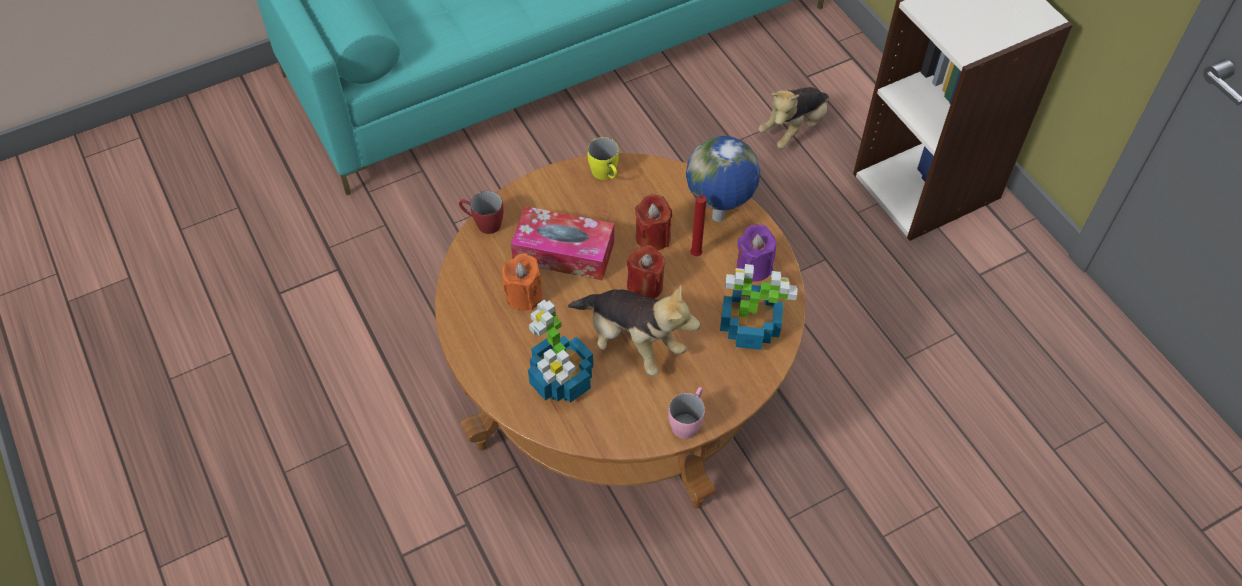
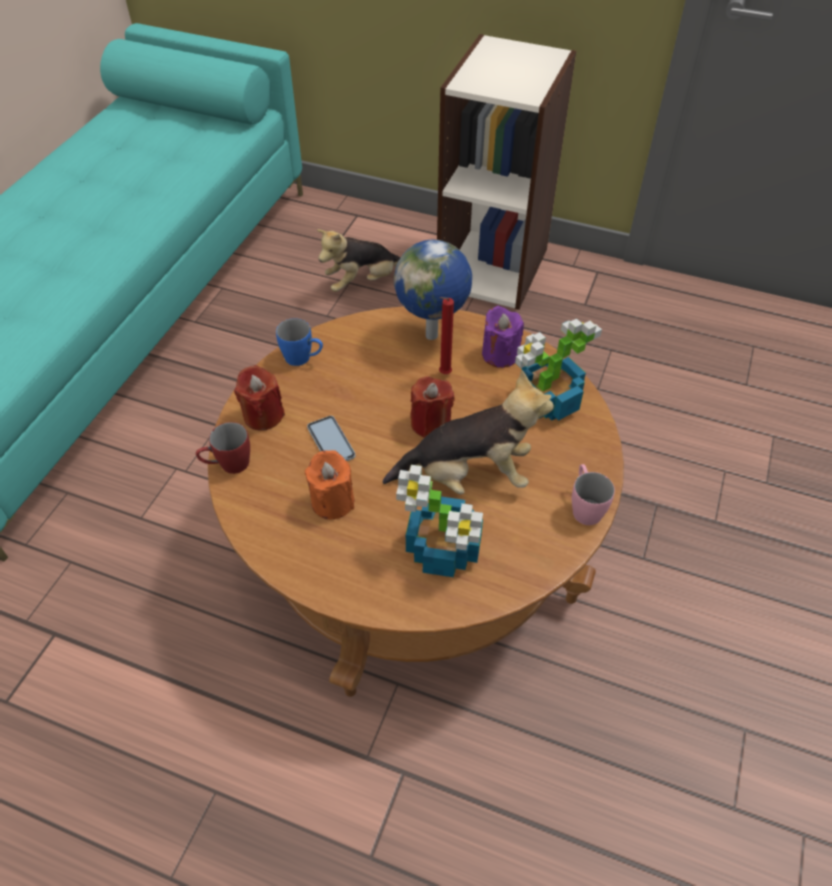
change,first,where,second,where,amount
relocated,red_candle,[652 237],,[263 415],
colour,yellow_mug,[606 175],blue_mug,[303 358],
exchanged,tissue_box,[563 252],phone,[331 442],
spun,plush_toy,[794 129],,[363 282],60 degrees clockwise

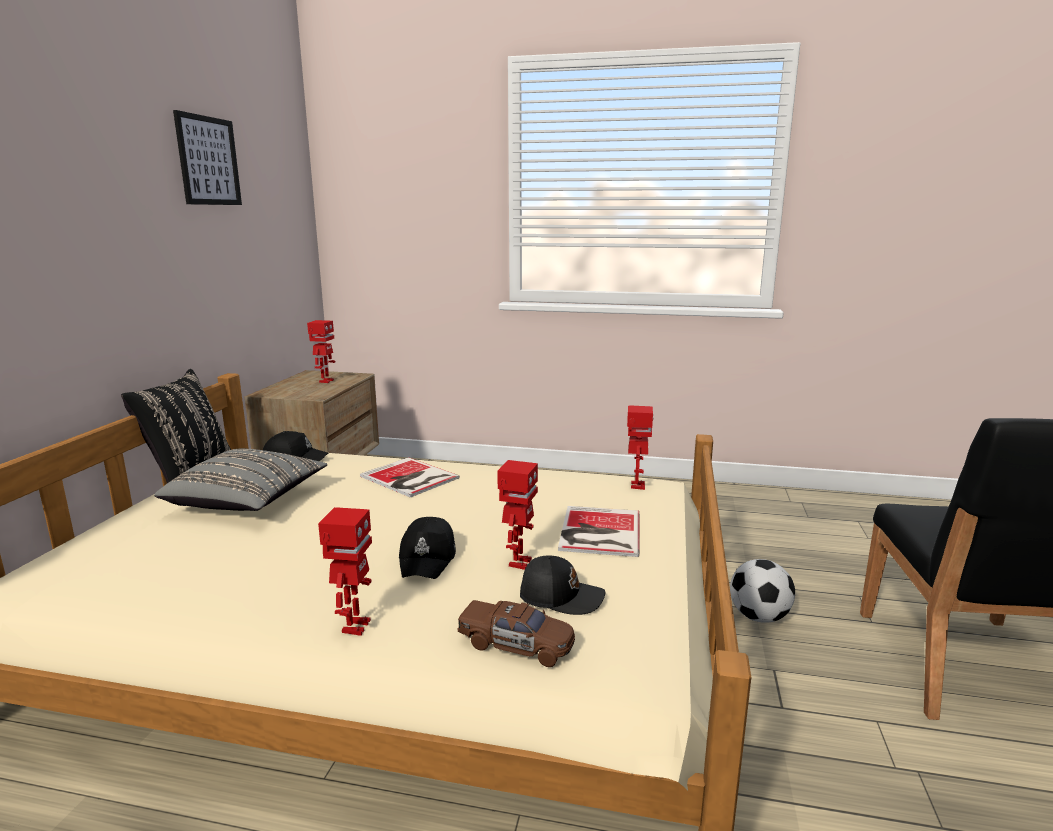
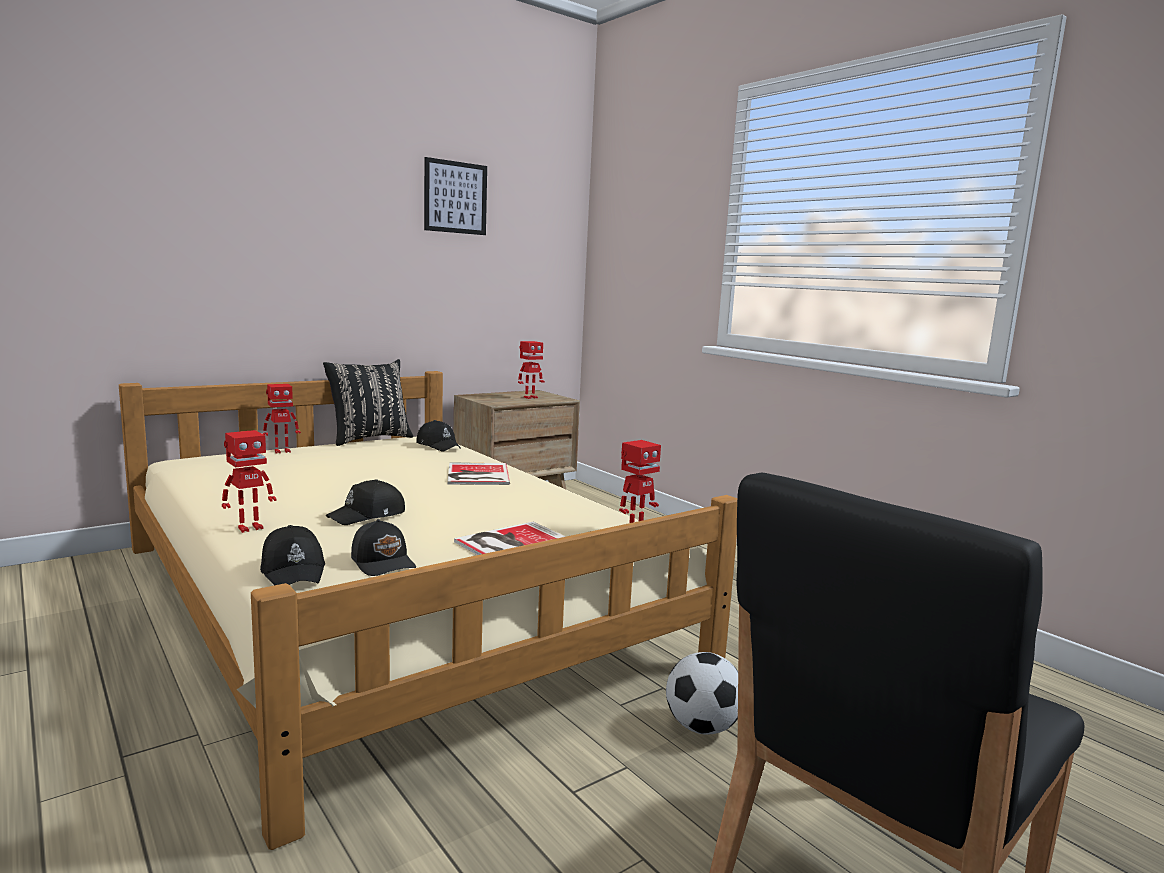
change,first,where,second,where,amount
exchanged,brown_toy_car,[516 645],black_cap,[294 570],
relocated,toy_robot,[518 563],,[282 451],
missing,grey_pillow,[248 501],,,

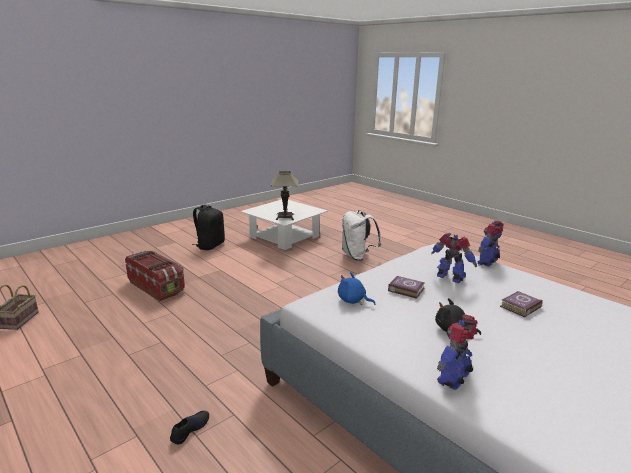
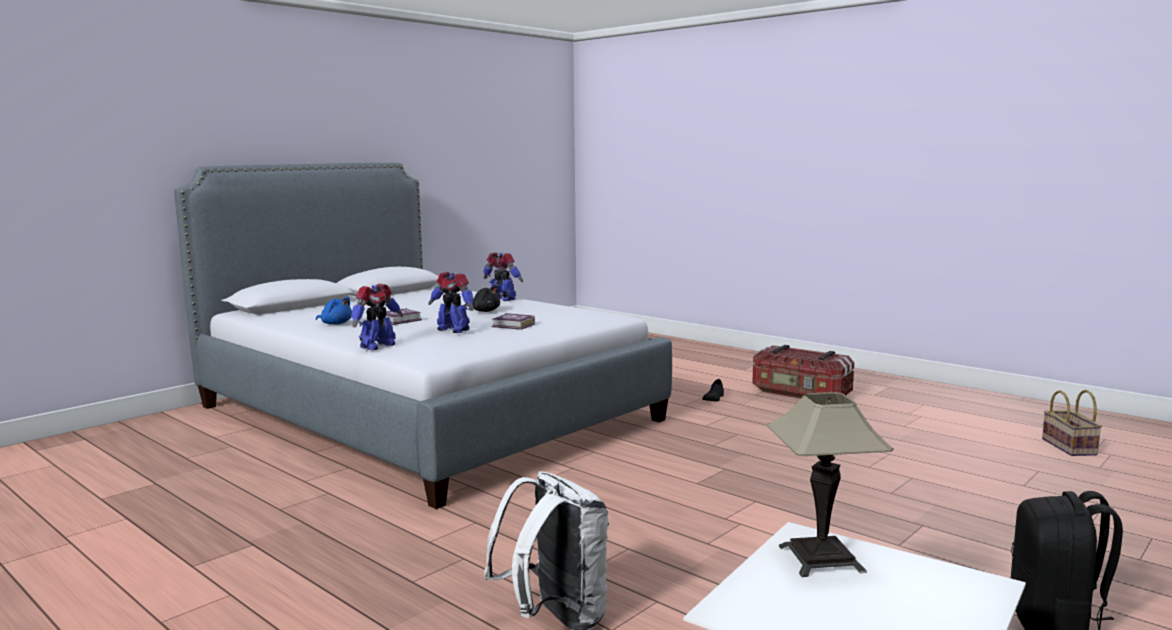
change,first,where,second,where,amount
relocated,blue_plush_toy,[353 301],,[335 324],
spun,toy_robot,[454 378],,[502 299],90 degrees counterclockwise
relocated,storage_box,[156 287],,[800 394],

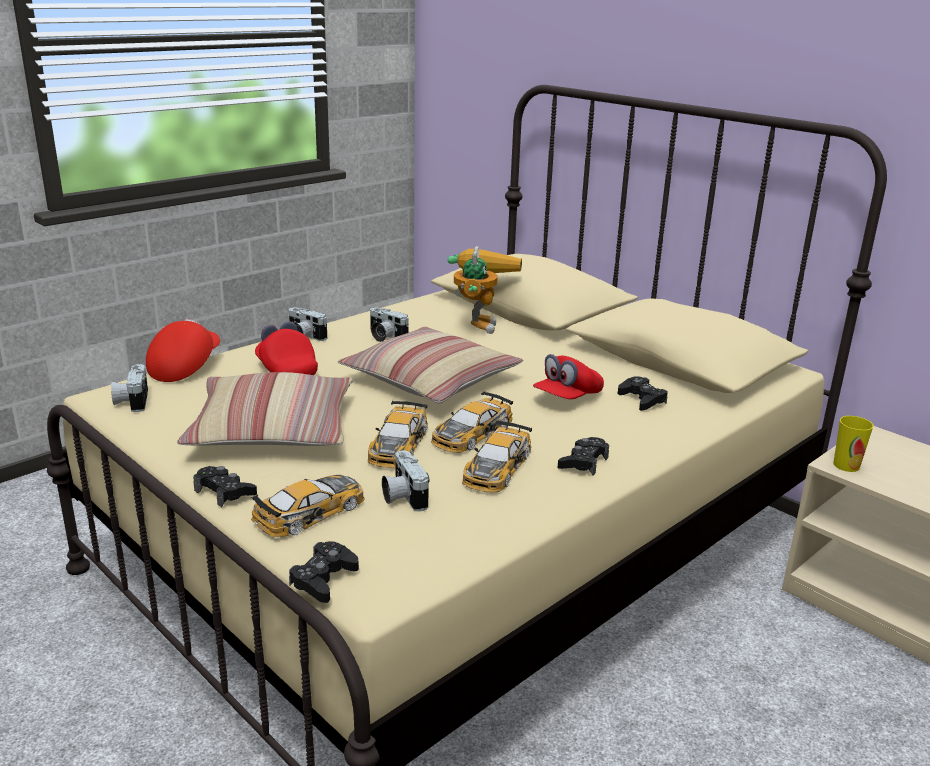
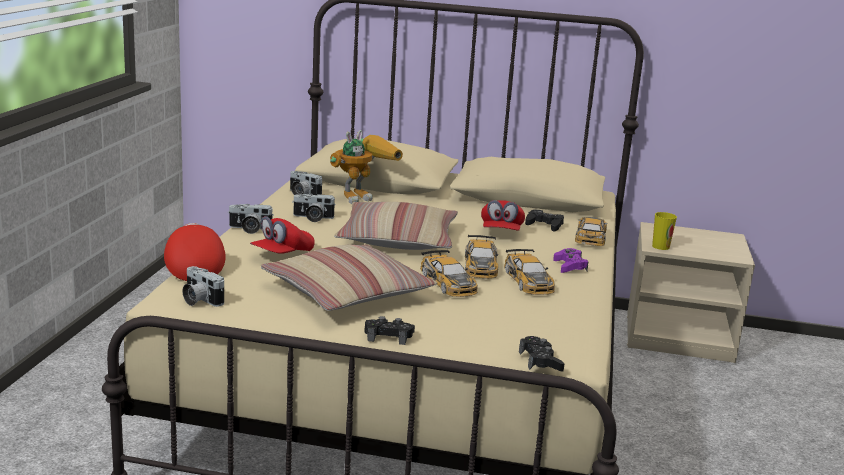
change,first,where,second,where,amount
spun,red_cap,[286 371],,[282 254],75 degrees counterclockwise
relocated,photo_camera,[402 496],,[302 194],
spun,toy_robot,[478 322],,[362 196],75 degrees clockwise
colour,black_game_controller,[583 462],purple_game_controller,[570 266],
relocated,toy_car,[311 512],,[590 236],

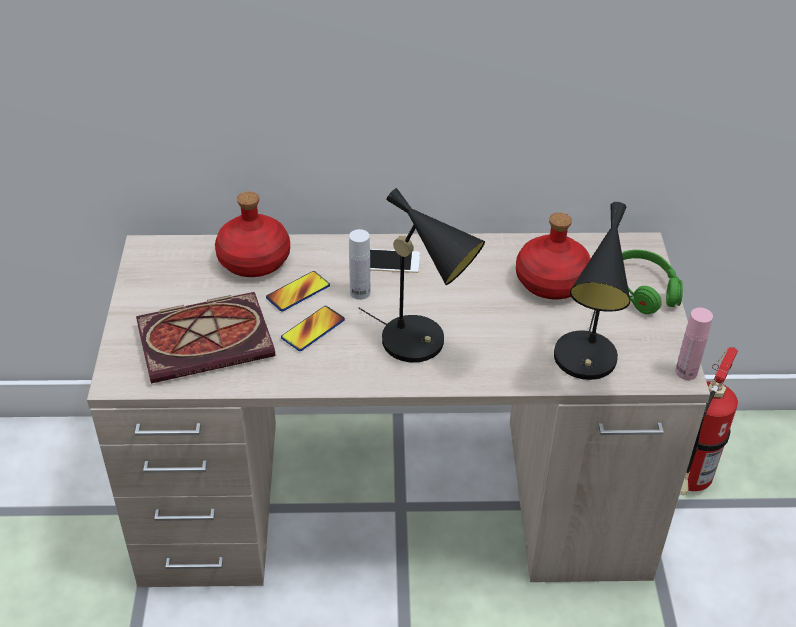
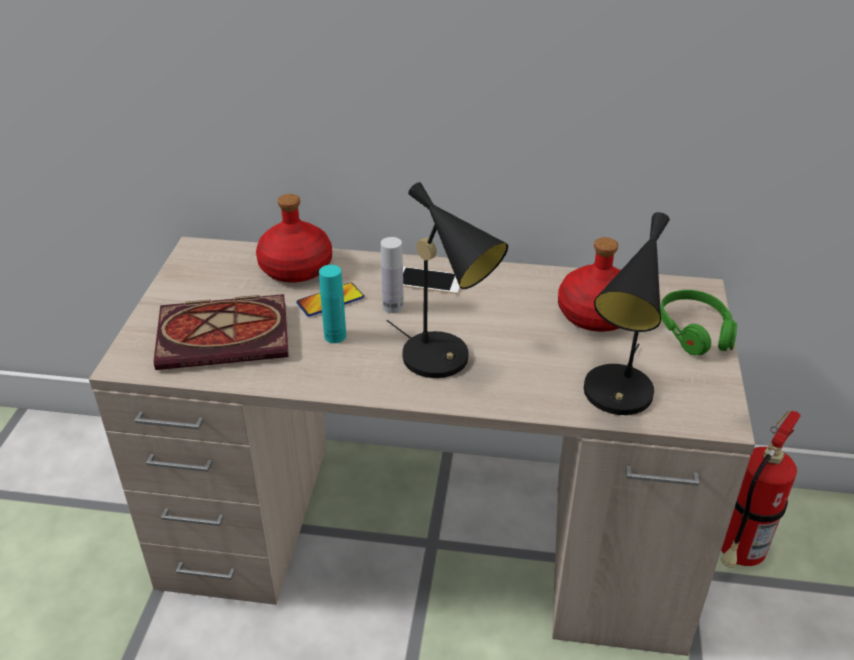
change,first,where,second,where,amount
exchanged,phone,[313 329],turquoise_bottle,[335 336],
missing,pink_bottle,[686 372],,,

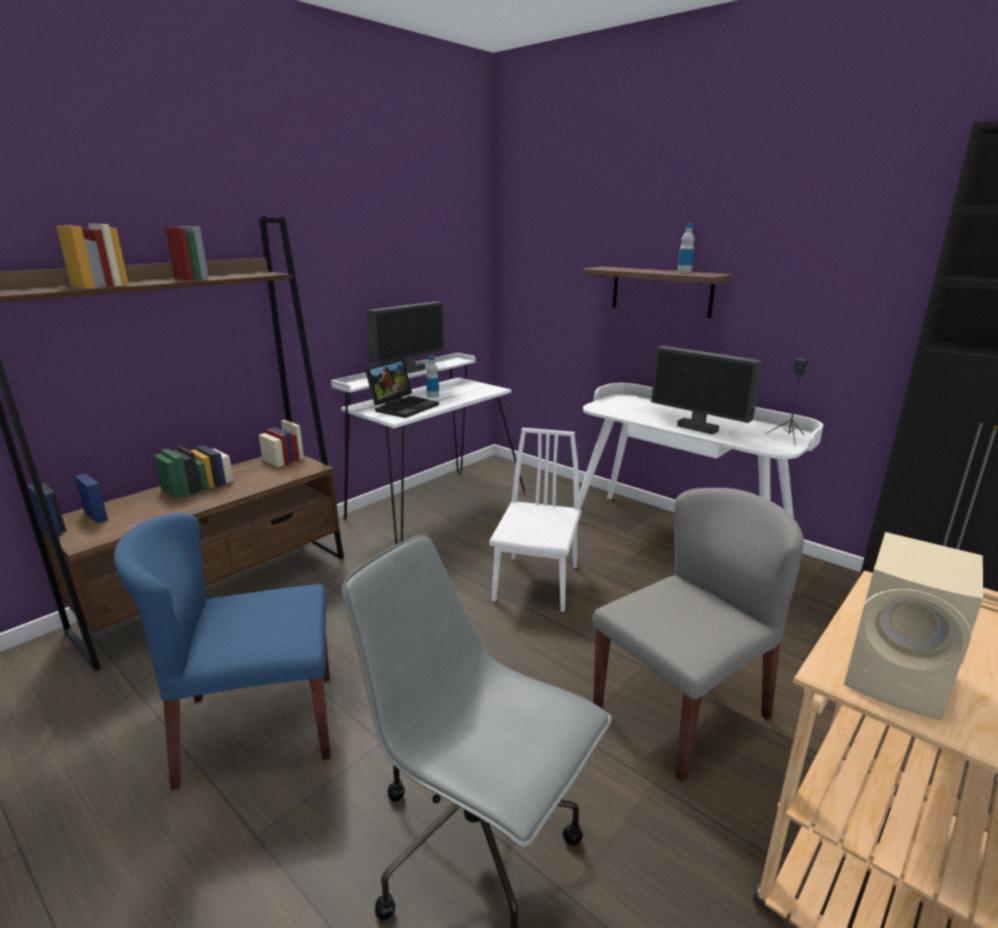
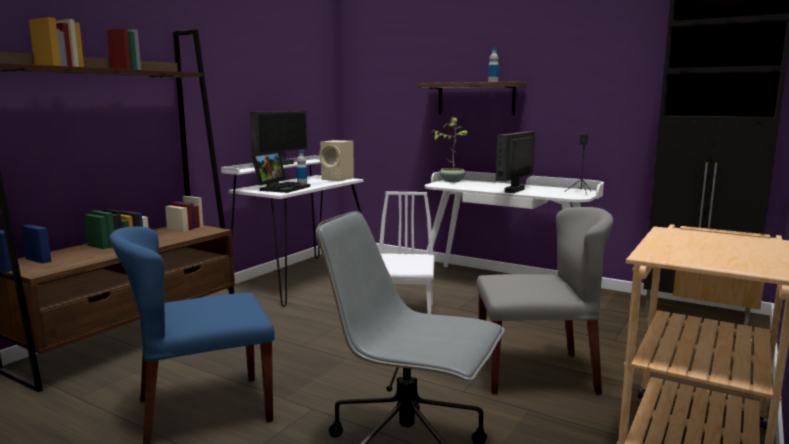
change,first,where,second,where,amount
relocated,beige_speaker,[899 679],,[338 179],
appeared,,,potted_plant,[452 181],
spun,grey_chair,[681 710],,[536 373],45 degrees clockwise
spun,monitor,[698 428],,[515 191],90 degrees clockwise

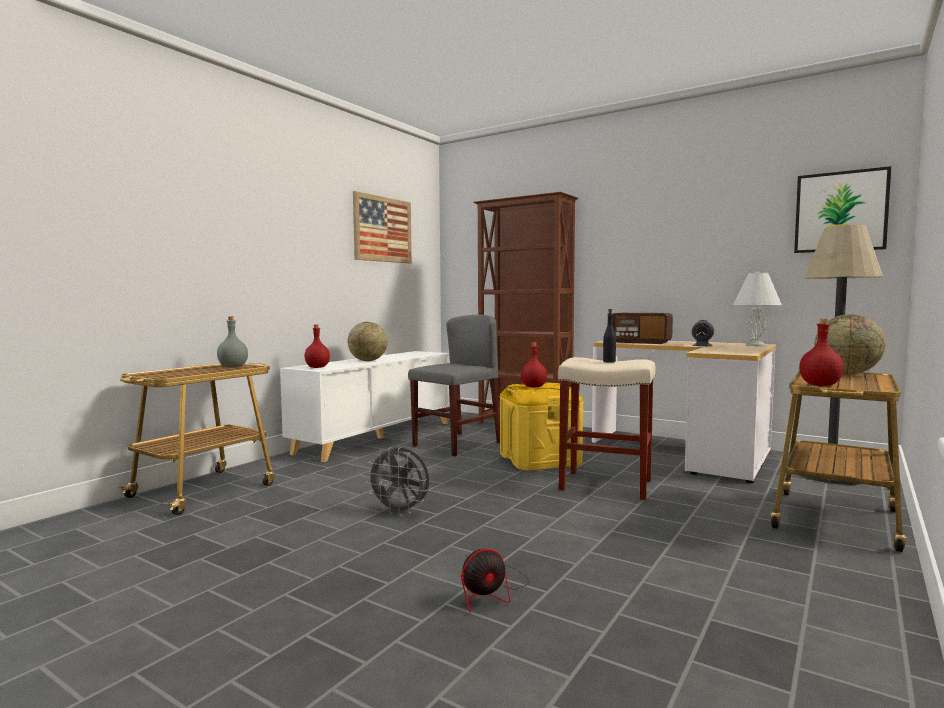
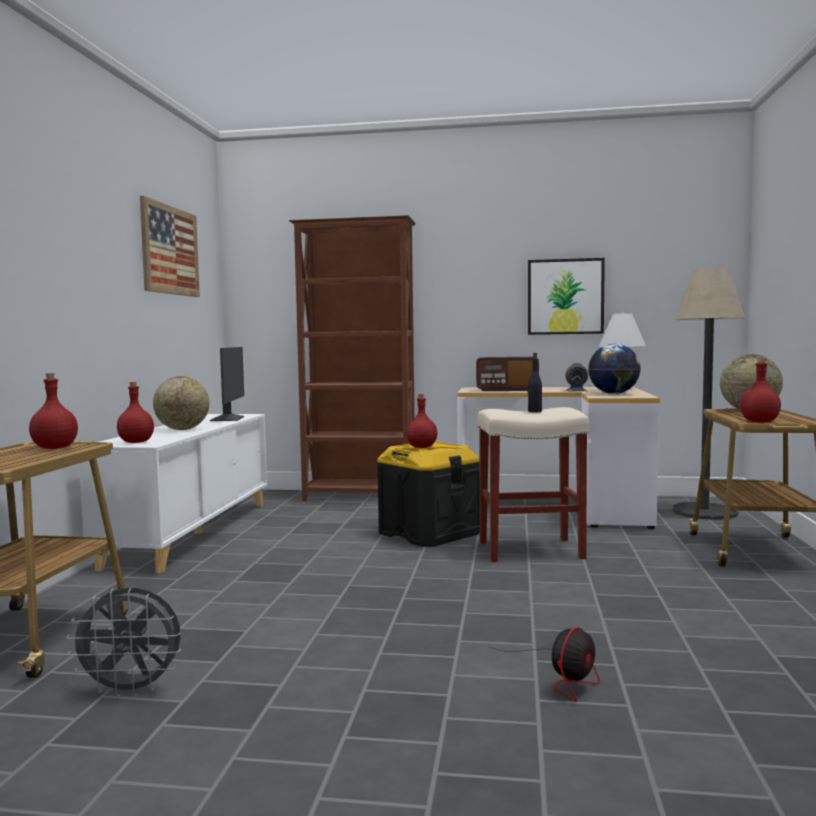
change,first,where,second,where,amount
colour,grey_bottle,[233 367],red_bottle,[54 448],
relocated,grey_fan,[400 511],,[132 690],
appeared,,,monitor,[228 419],
colour,yellow_storage_box,[540 460],black_storage_box,[429 533],
relocated,picture,[840 211],,[565 297],
appeared,,,globe,[614 393],
missing,grey_chair,[457 444],,,

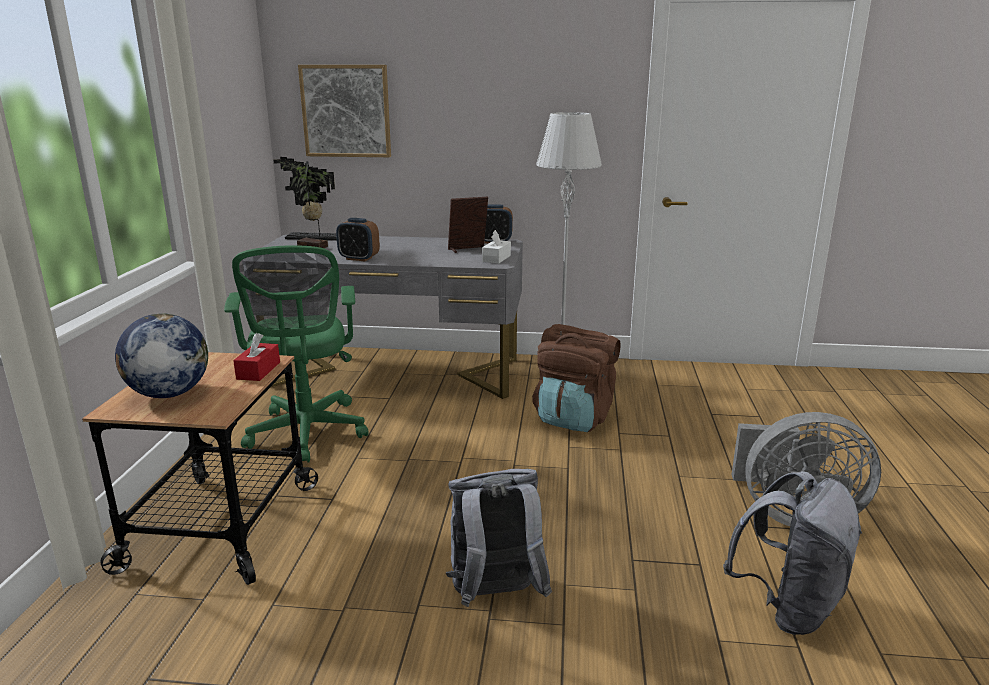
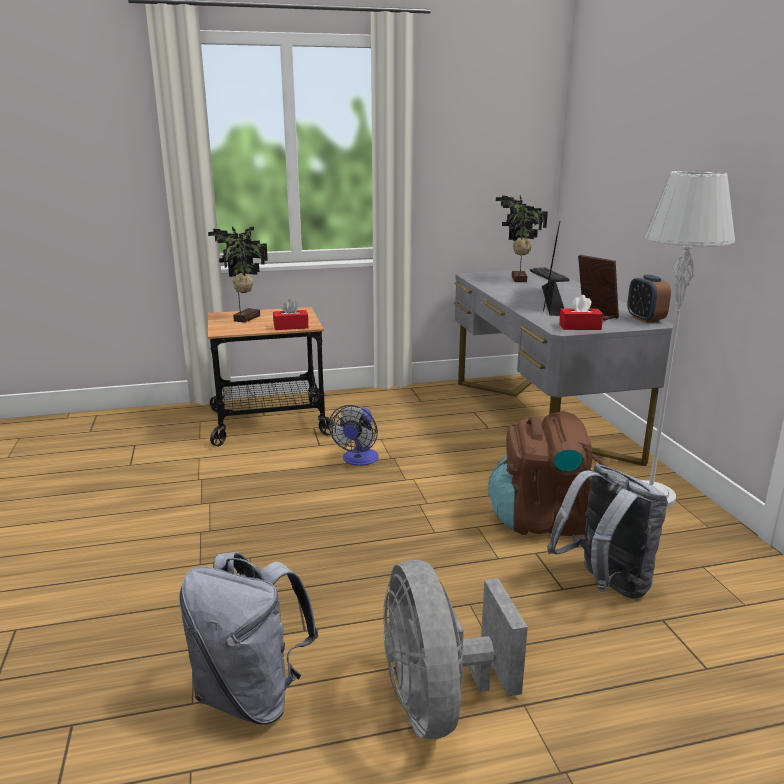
change,first,where,second,where,amount
exchanged,globe,[168 394],potted_plant,[245 318],
appeared,,,fan,[358 460],
appeared,,,monitor,[552 300],
relocated,grey_backpack,[495 596],,[604 585],
colour,white_tissue_box,[496 258],red_tissue_box,[580 327],
missing,green_office_chair,[307 434],,,
missing,picture,[346 111],,,
missing,alarm_clock,[359 258],,,

